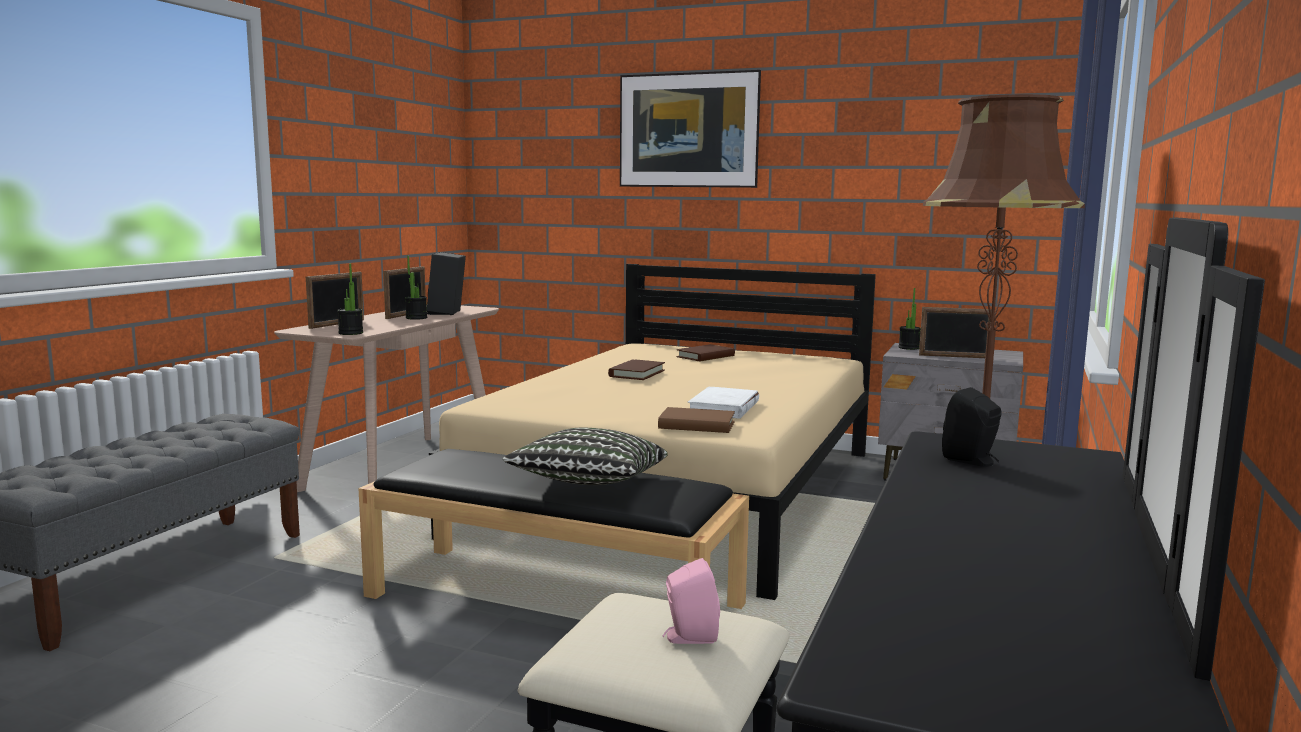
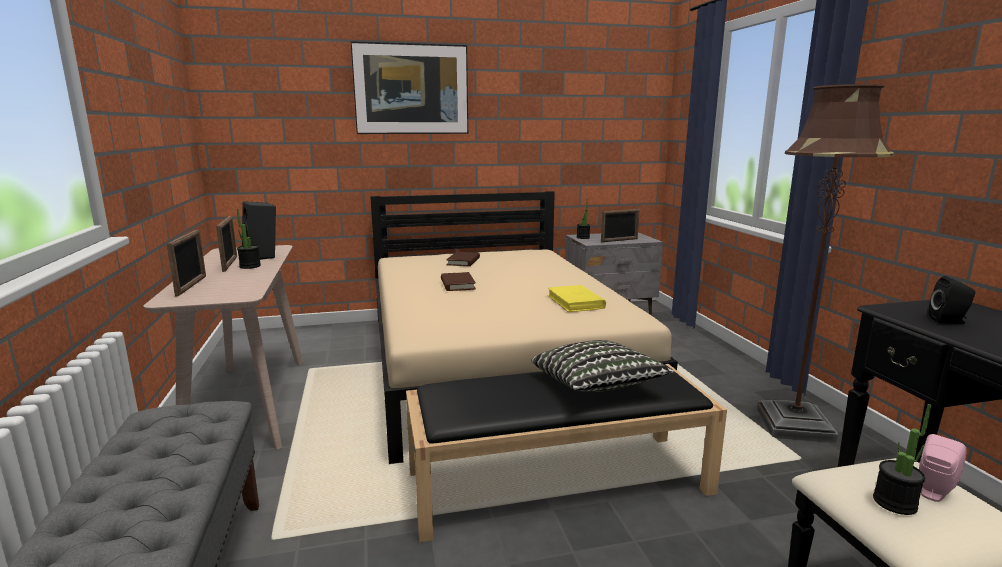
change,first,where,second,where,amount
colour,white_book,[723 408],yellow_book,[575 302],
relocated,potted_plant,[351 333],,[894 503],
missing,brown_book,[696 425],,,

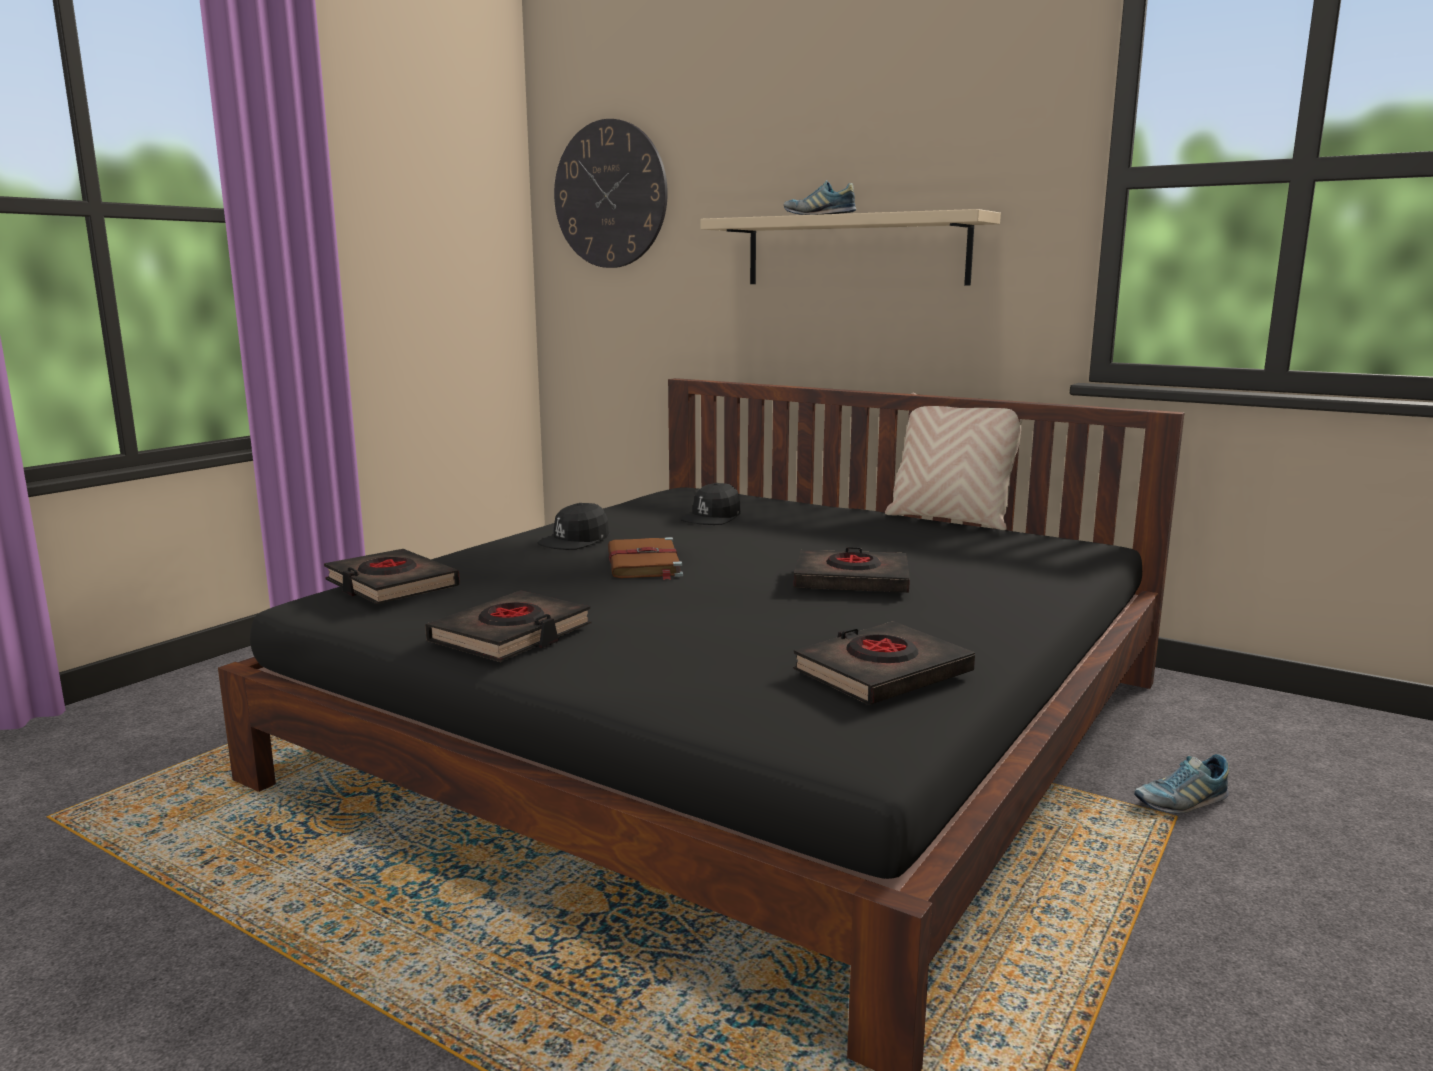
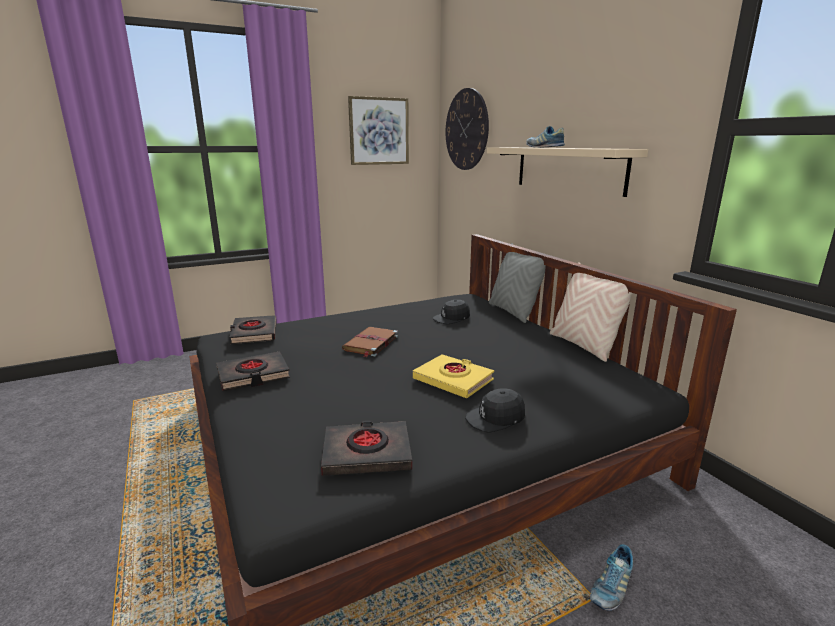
change,first,where,second,where,amount
appeared,,,picture,[379 131],
colour,black_book,[852 580],yellow_book,[453 380],
relocated,black_cap,[575 540],,[495 418],
appeared,,,grey_pillow,[513 312],
spun,shoe,[1180 802],,[611 588],60 degrees counterclockwise

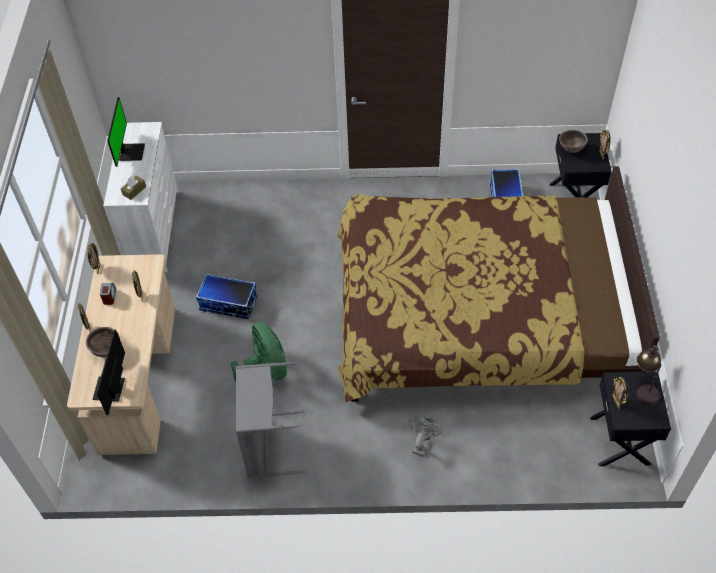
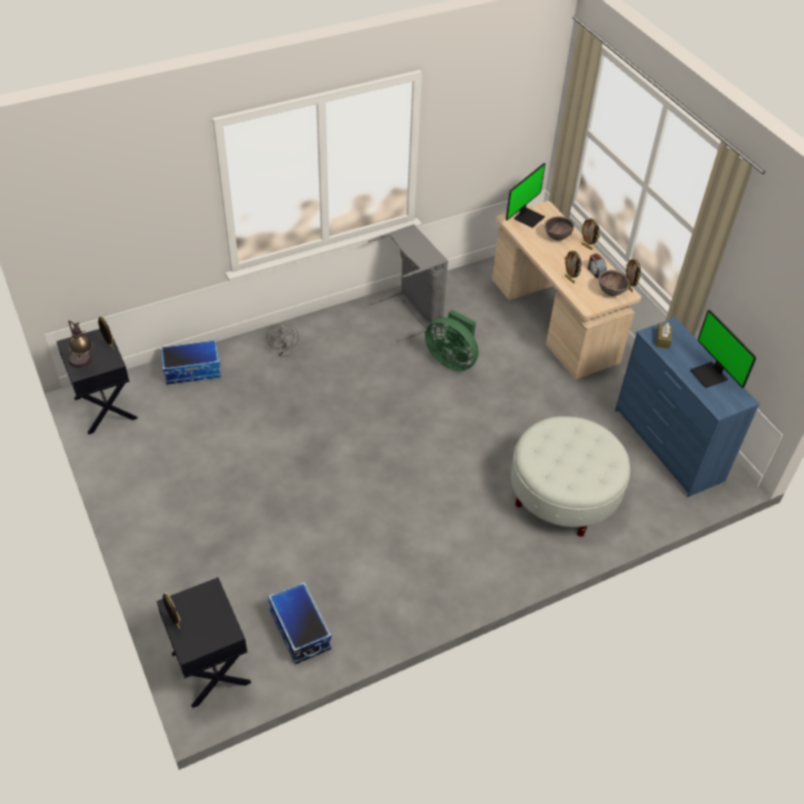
change,first,where,second,where,amount
relocated,storage_box,[228 304],,[193 370],
spun,monitor,[110 390],,[528 217],60 degrees clockwise
appeared,,,white_ottoman,[563 496],
relocated,brown_bowl,[571 149],,[611 293],
colour,white_dresser,[154 231],blue_dresser,[667 445],
missing,bed,[476 311],,,

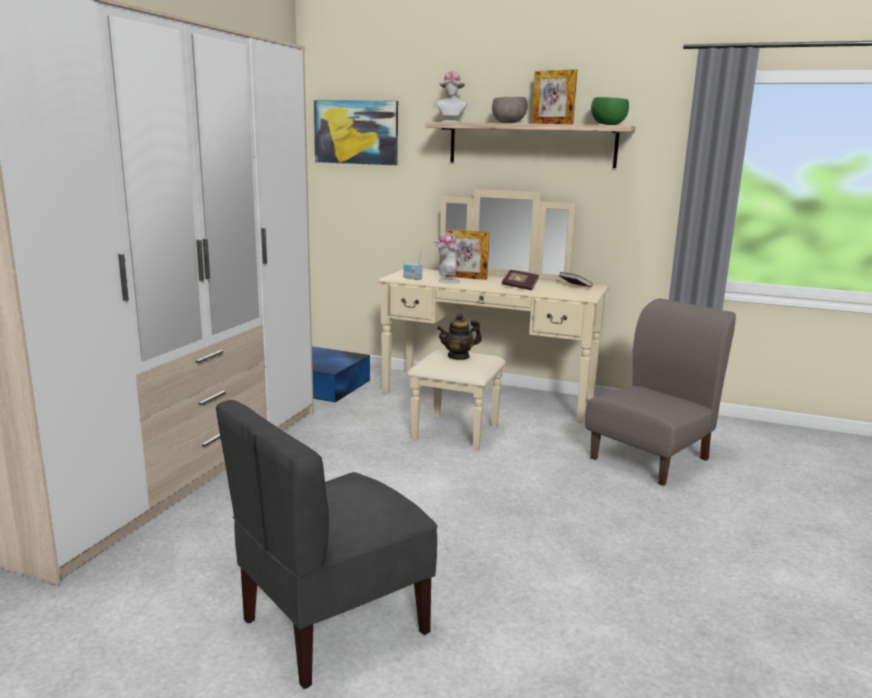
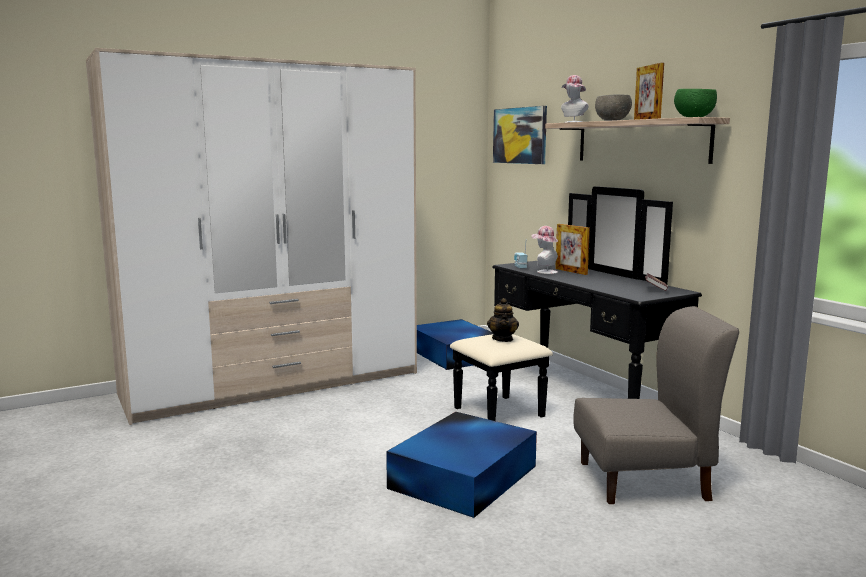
change,first,where,second,where,amount
appeared,,,blue_storage_box,[465 476],
colour,beige_dresser,[481 404],black_dresser,[563 397],
spun,teapot,[458 356],,[503 339],105 degrees counterclockwise
missing,grey_chair,[333 625],,,
missing,book,[520 287],,,

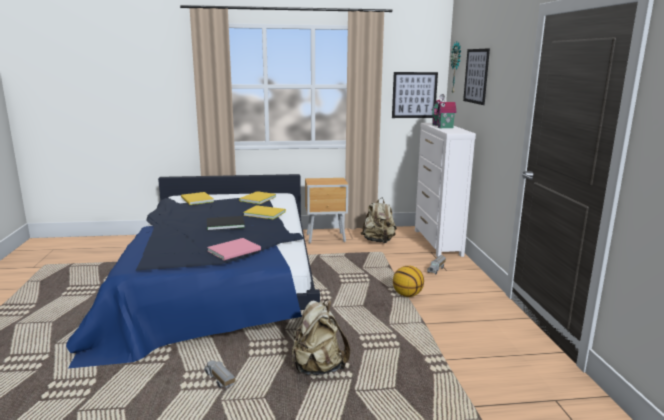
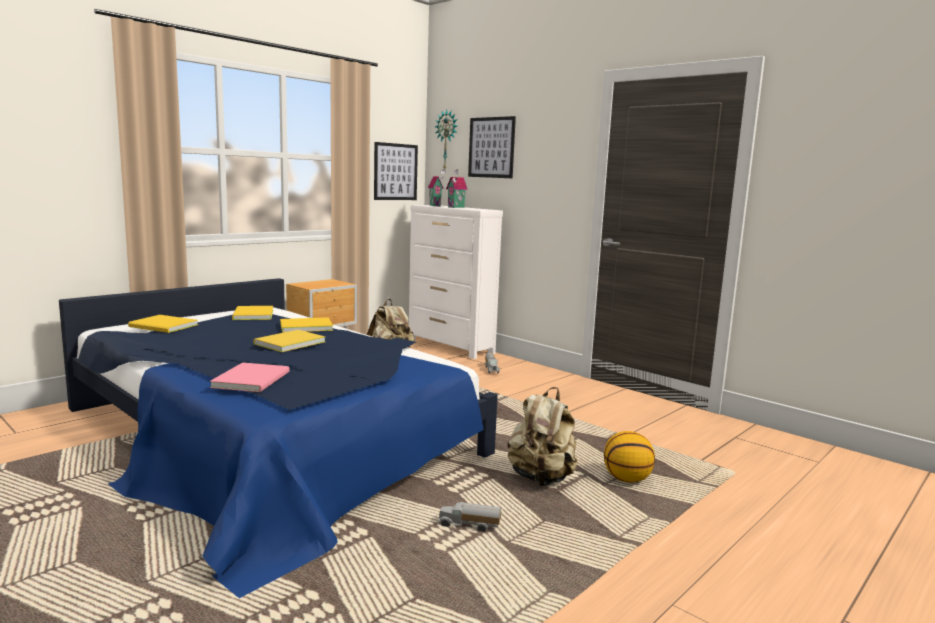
change,first,where,second,where,amount
relocated,pink_book,[236 250],,[254 379],
colour,black_book,[224 224],yellow_book,[287 343],
relocated,basketball,[407 295],,[627 479],

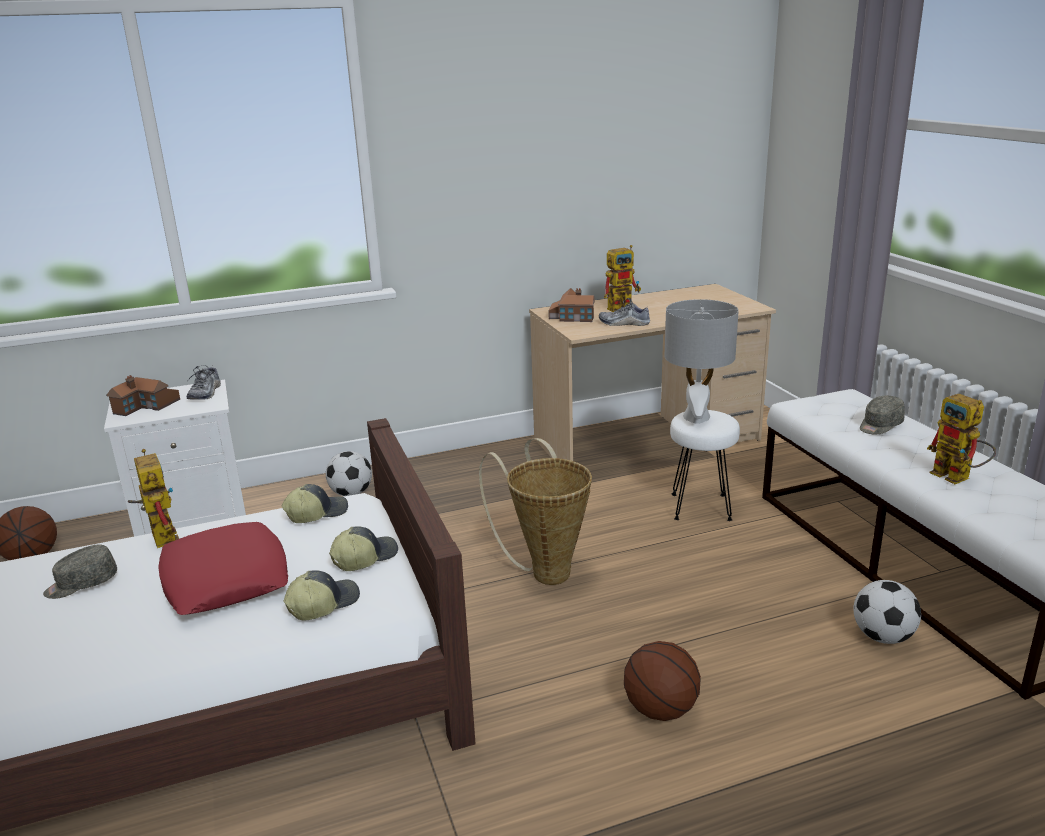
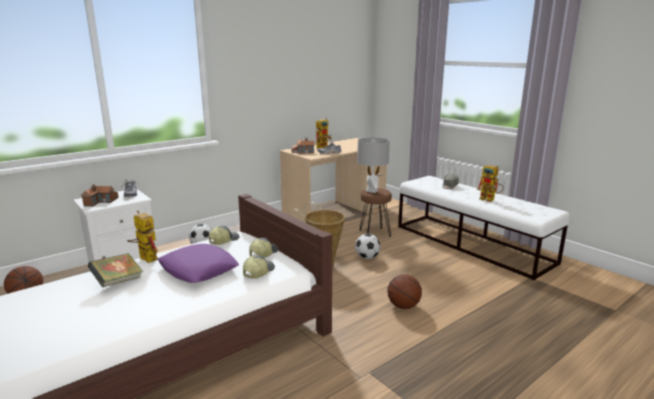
change,first,where,second,where,amount
exchanged,grey_cap,[81 584],book,[118 282],
colour,red_pillow,[225 578],purple_pillow,[198 269],
relocated,football,[882 636],,[367 257],
colour,white_stool,[700 508],brown_stool,[374 233],

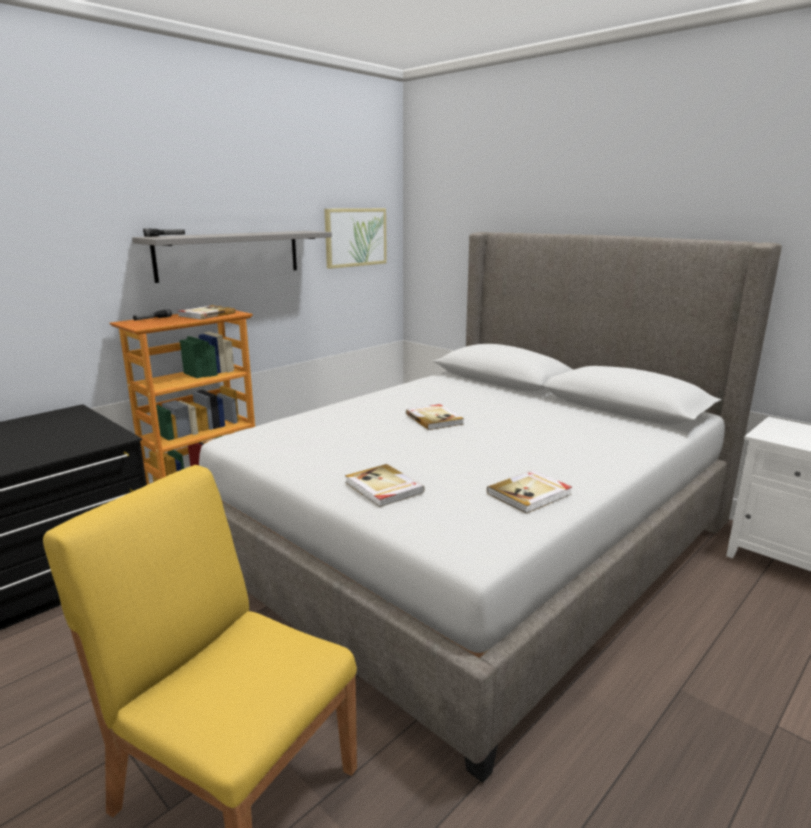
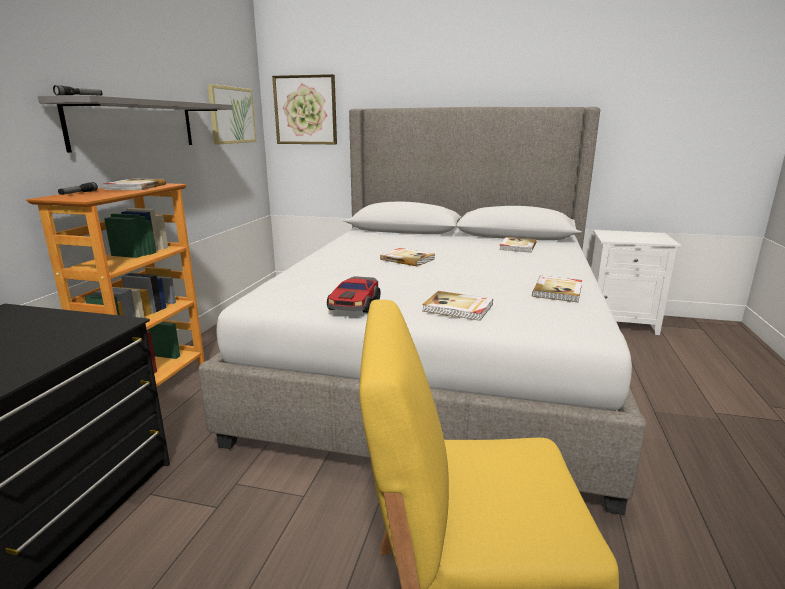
change,first,where,second,where,amount
appeared,,,picture,[305 110],
appeared,,,toy_car,[355 305],
appeared,,,book,[517 246],

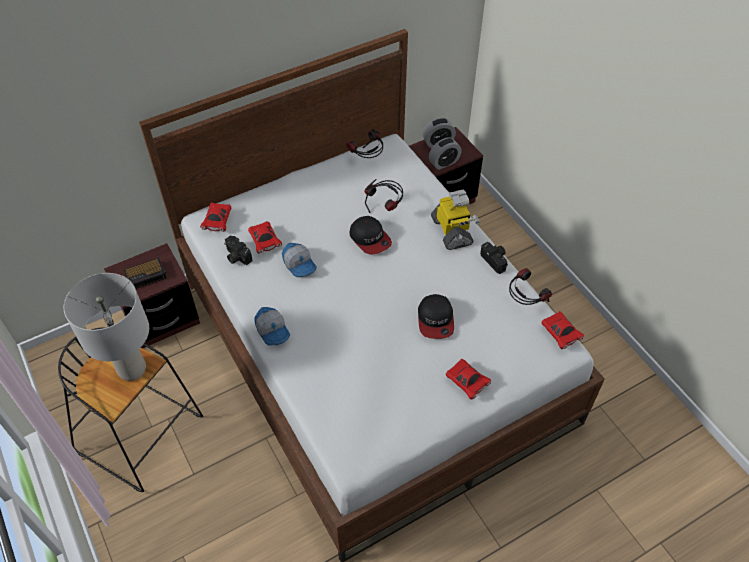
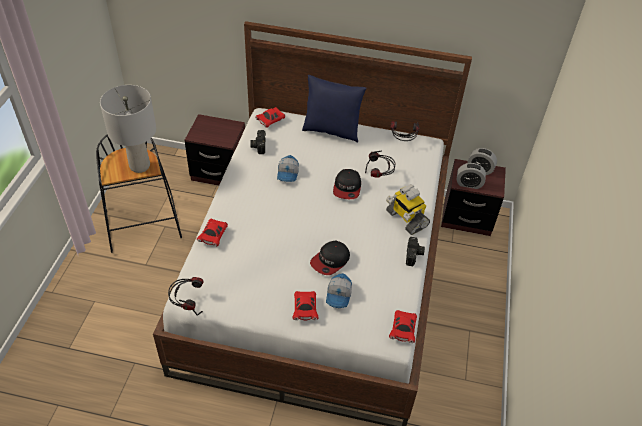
change,first,where,second,where,amount
relocated,headphones,[525 301],,[188 304],
relocated,red_toy_car,[265 241],,[213 236],
appeared,,,blue_pillow,[331 131],
relocated,cap,[273 330],,[339 295],
spun,toy_robot,[452 231],,[406 219],120 degrees clockwise
missing,alarm_clock,[146 276],,,

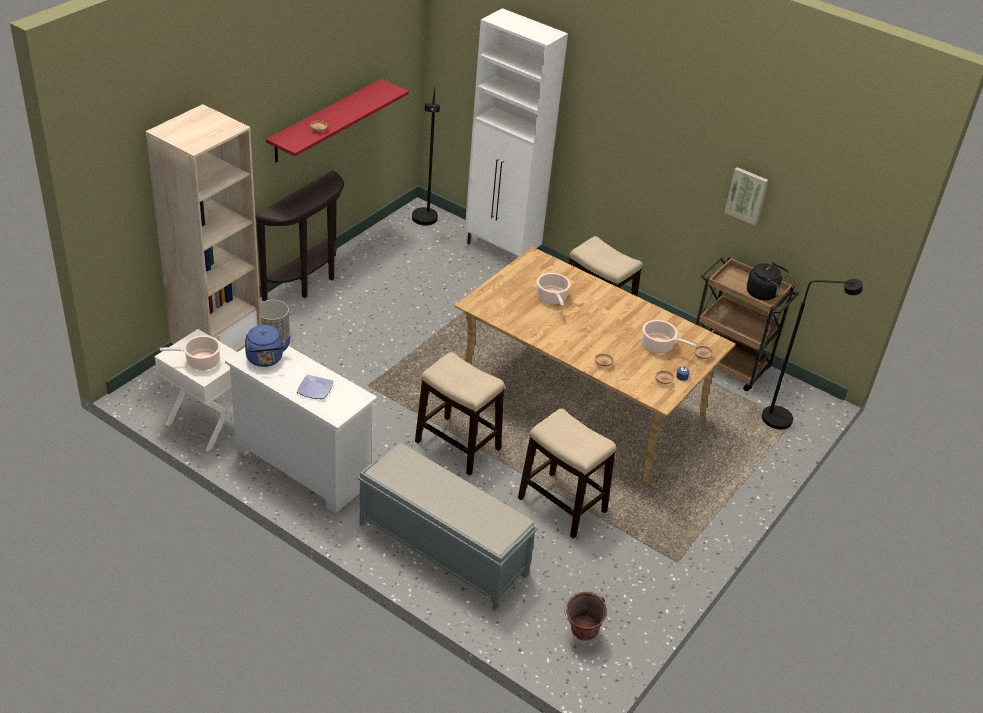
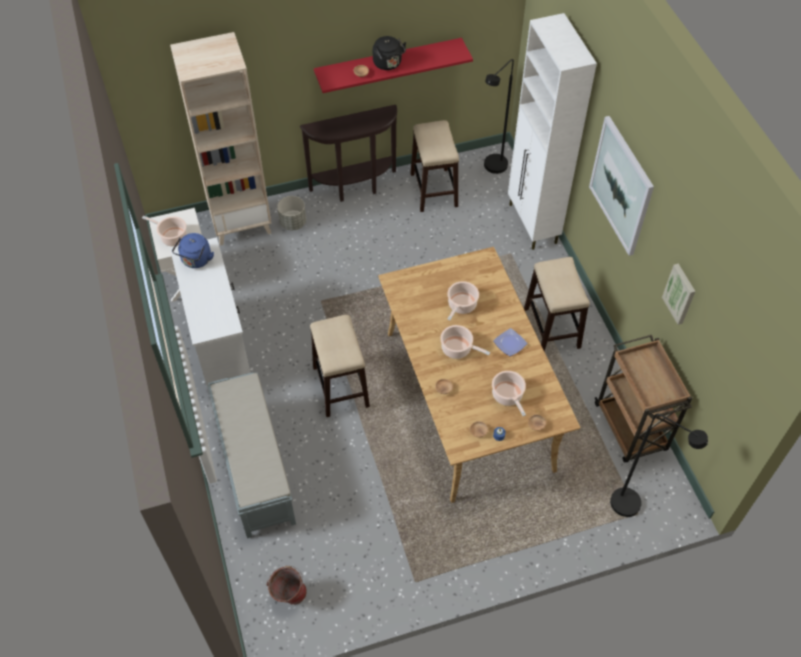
change,first,where,second,where,amount
relocated,black_kettle,[764 293],,[388 64],
relocated,stool,[561 504],,[433 189],
appeared,,,cooking_pot,[458 349],
relocated,plate,[314 389],,[509 343],
appeared,,,picture,[621 186],

